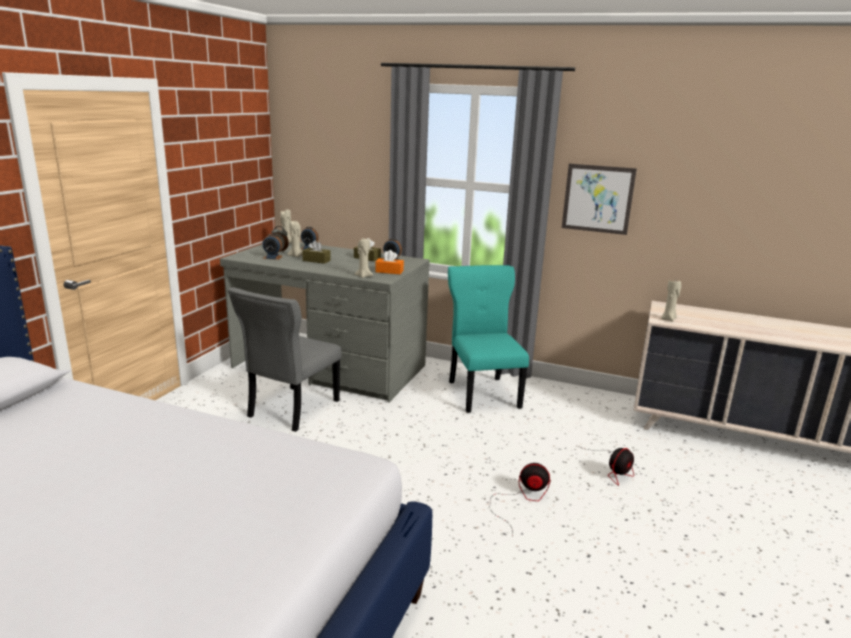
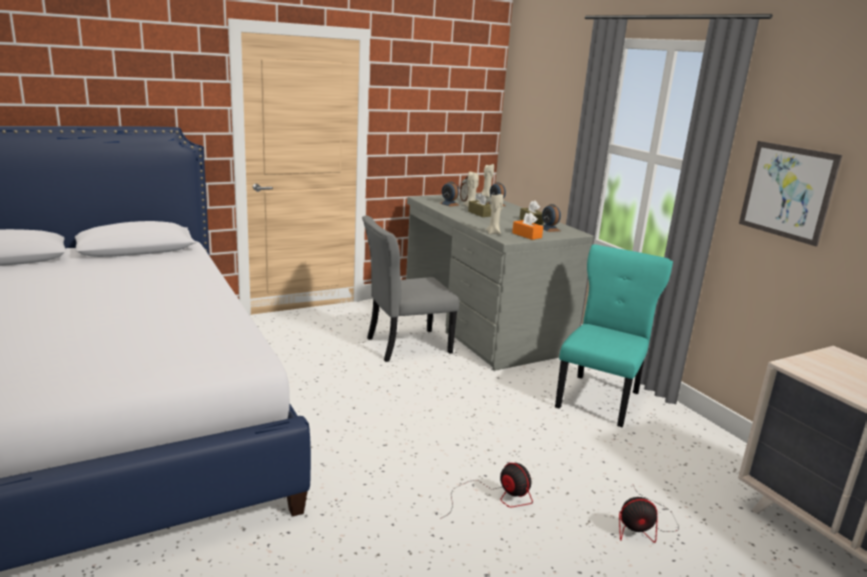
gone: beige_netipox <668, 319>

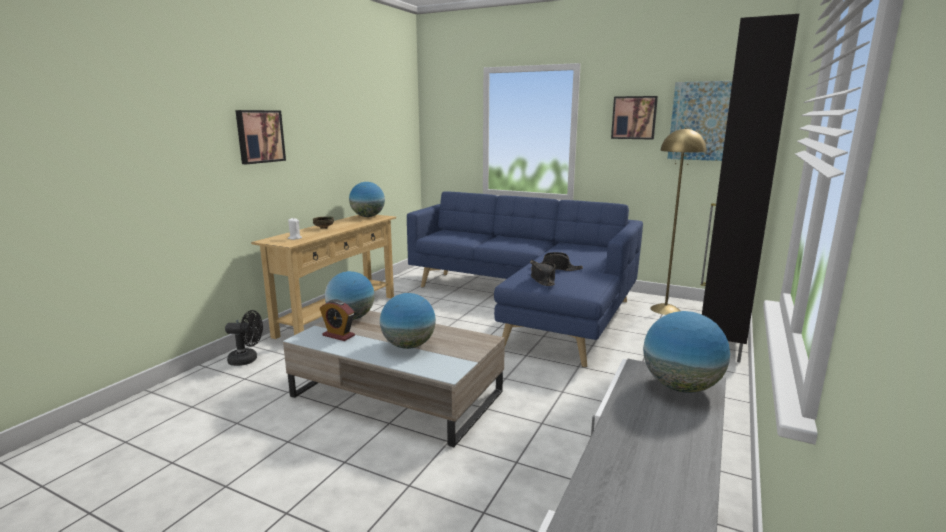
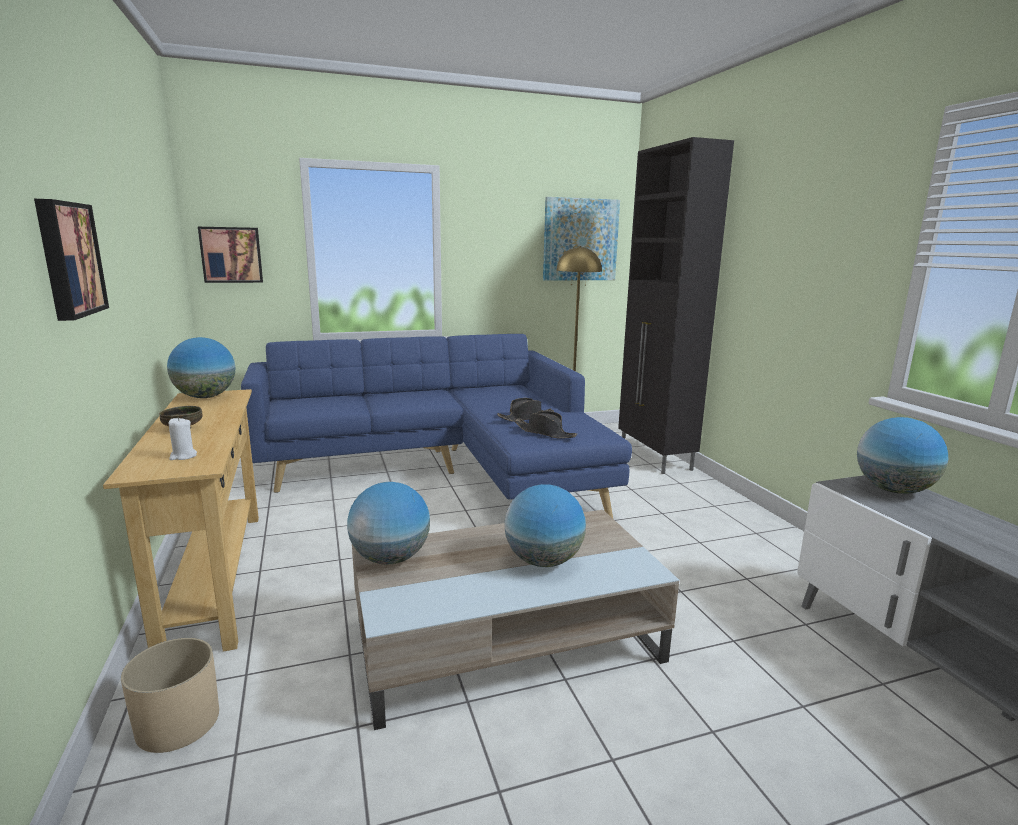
gone: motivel <338, 335>
shifted: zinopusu <634, 117> to <231, 255>
swapped: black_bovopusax <247, 360> to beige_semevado <177, 722>

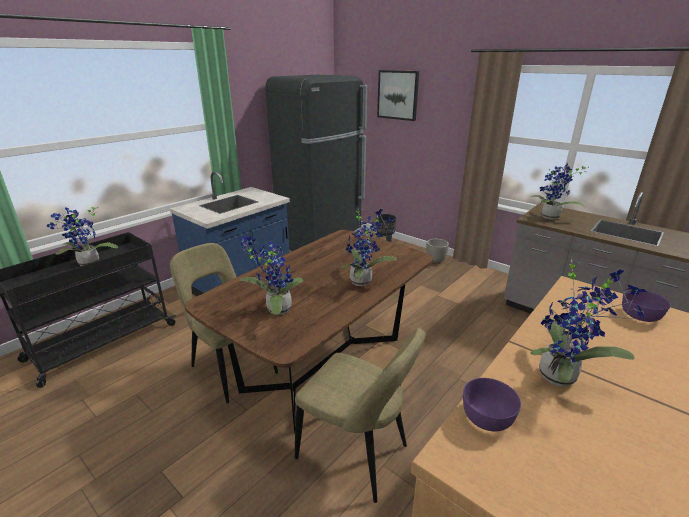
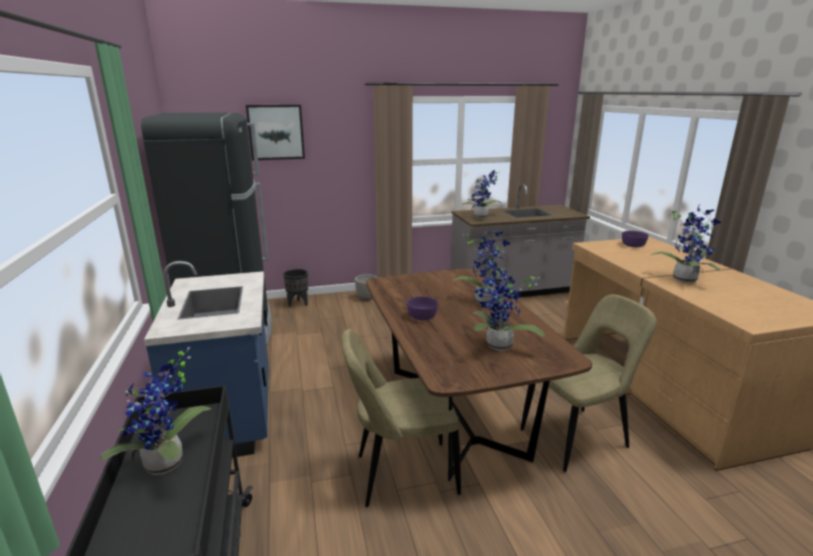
shifted: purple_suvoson <487, 417> to <422, 316>

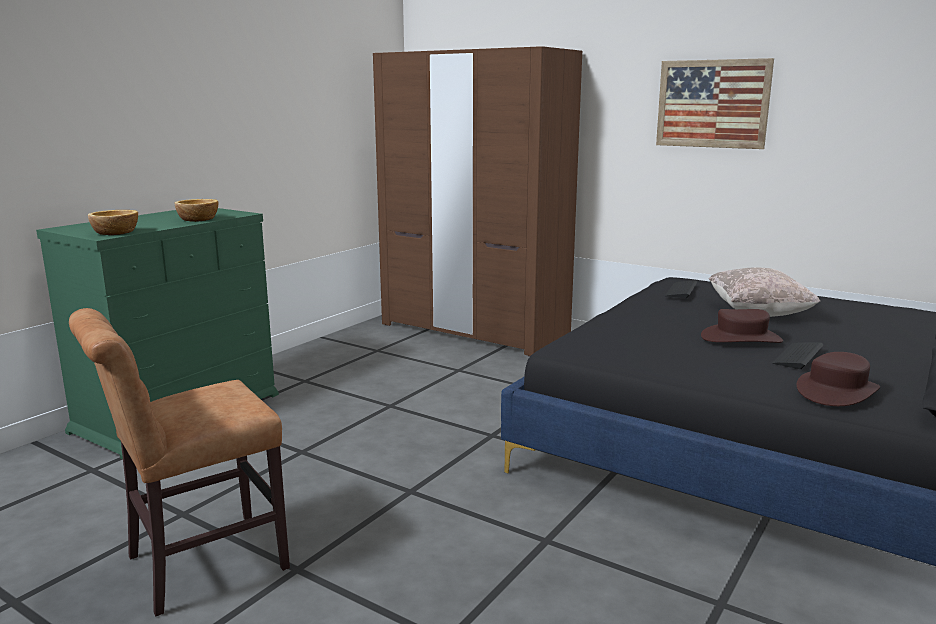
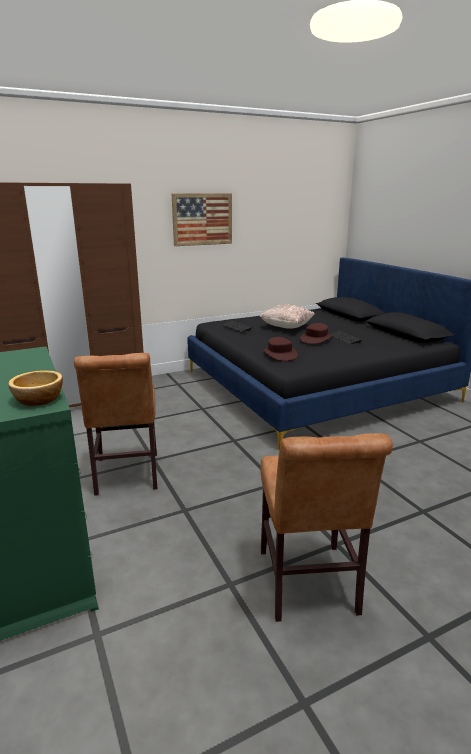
gone: suvoson <198, 219>
new: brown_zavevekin <126, 476>
shifted: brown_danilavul <836, 391> to <279, 354>

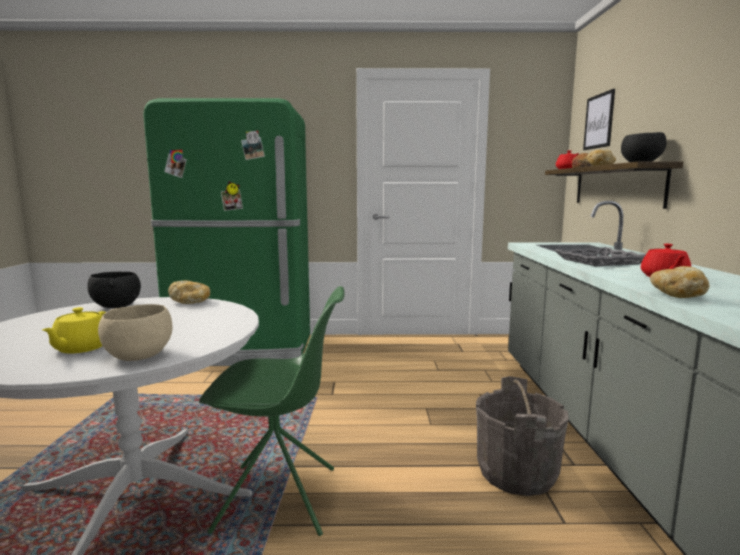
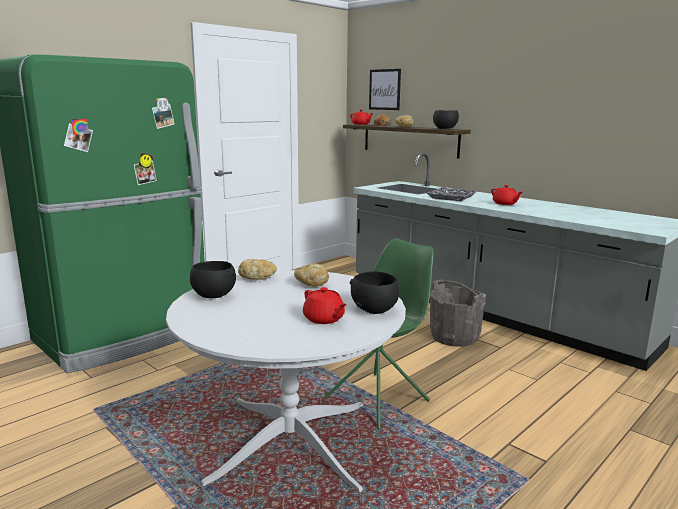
shifted: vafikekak <677, 296> to <311, 284>
repainted: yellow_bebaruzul <81, 348> to red_bebaruzul <324, 319>; beige_suvoson <139, 356> to black_suvoson <375, 310>

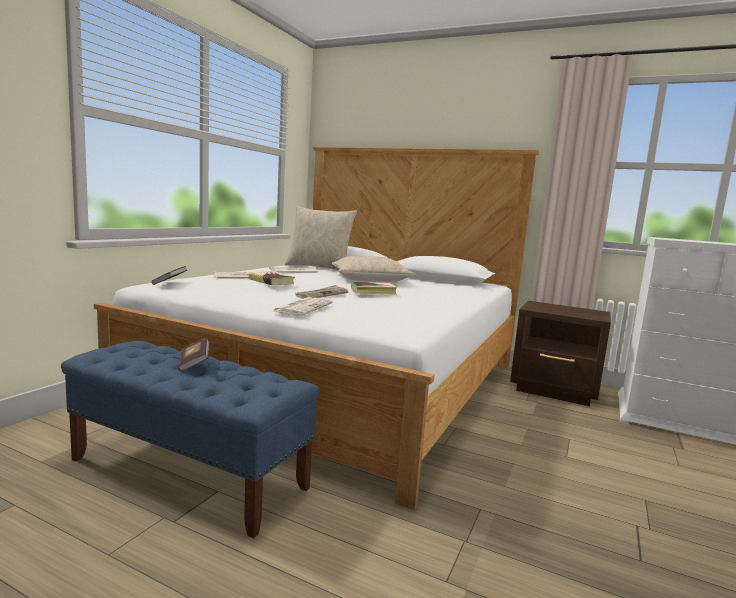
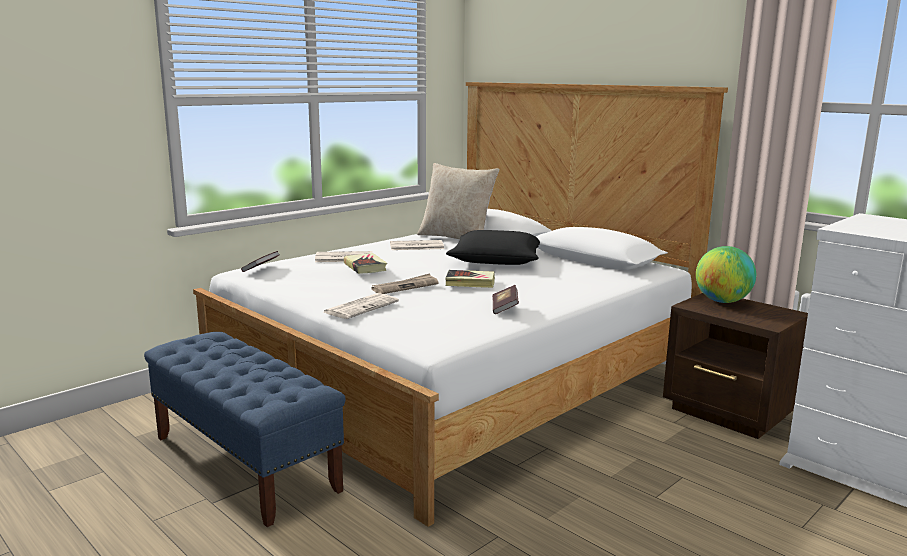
new: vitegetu <722, 301>
shifted: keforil <194, 364> to <504, 308>
repainted: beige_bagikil <369, 280> to black_bagikil <496, 260>

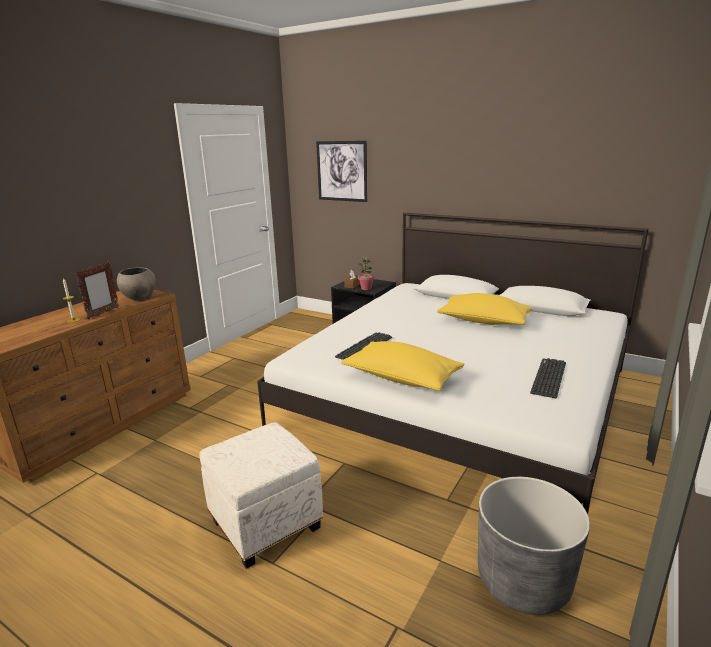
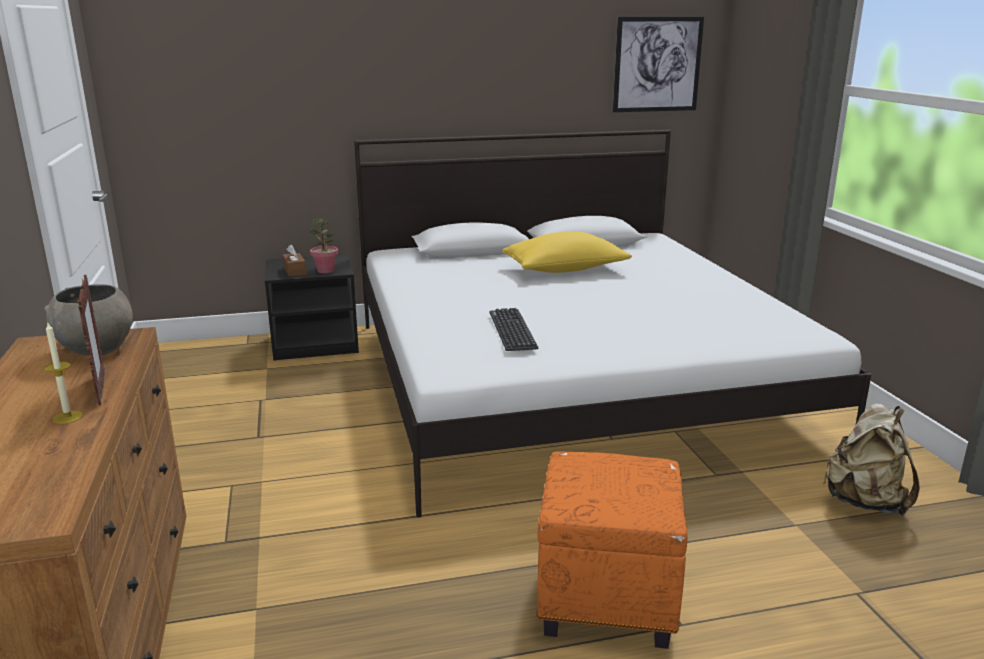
gone: yellow_bagikil <402, 378>; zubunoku <548, 378>
shifted: zinopusu <342, 171> to <657, 64>
swapped: grey_semevado <523, 580> to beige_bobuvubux <864, 501>
repainted: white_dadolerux <265, 525> to orange_dadolerux <607, 600>

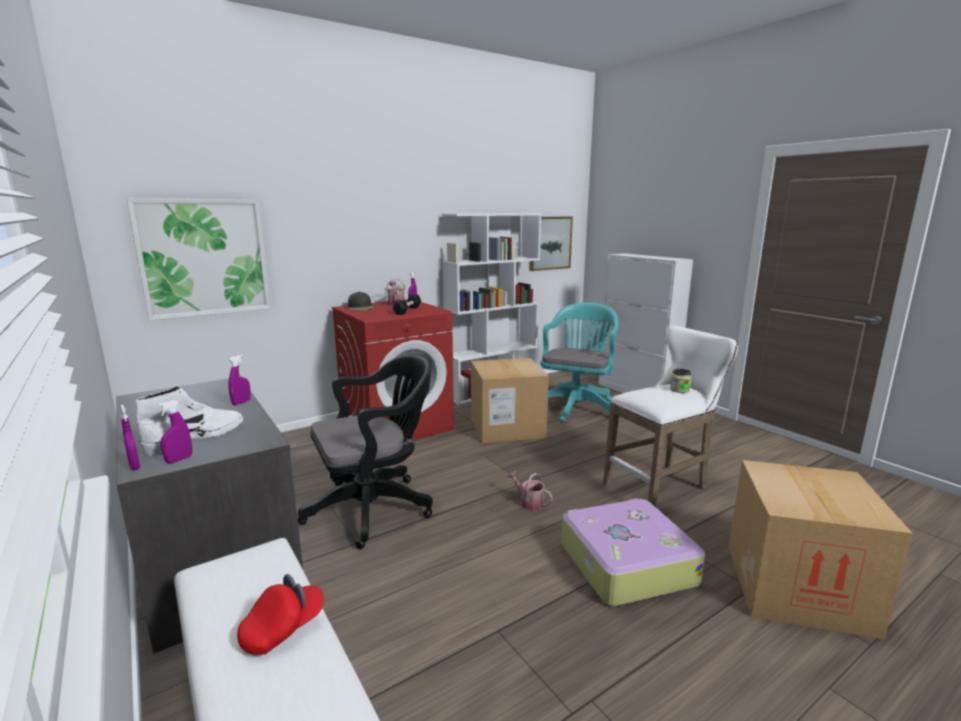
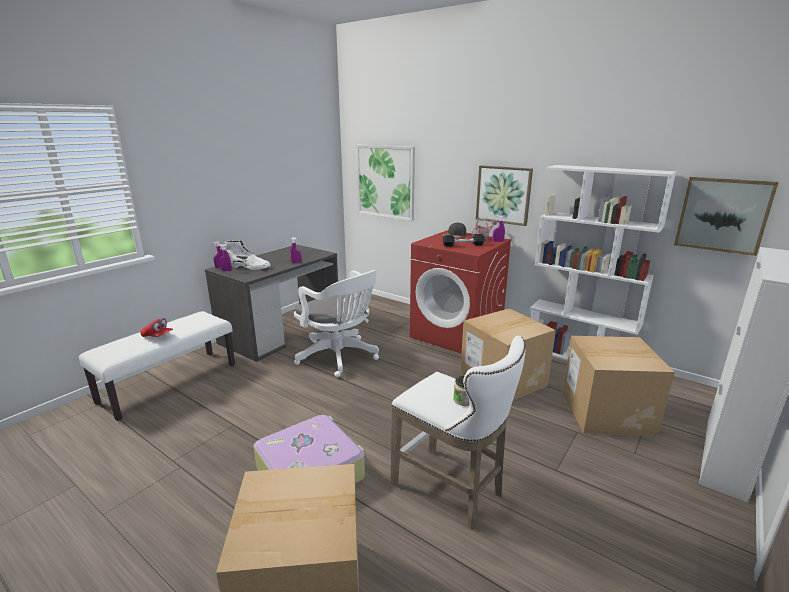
gone: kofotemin <529, 502>
new: zinopusu <503, 195>
swapped: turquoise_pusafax <577, 406> to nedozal <606, 412>
repainted: black_pusafax <375, 507> to white_pusafax <340, 357>

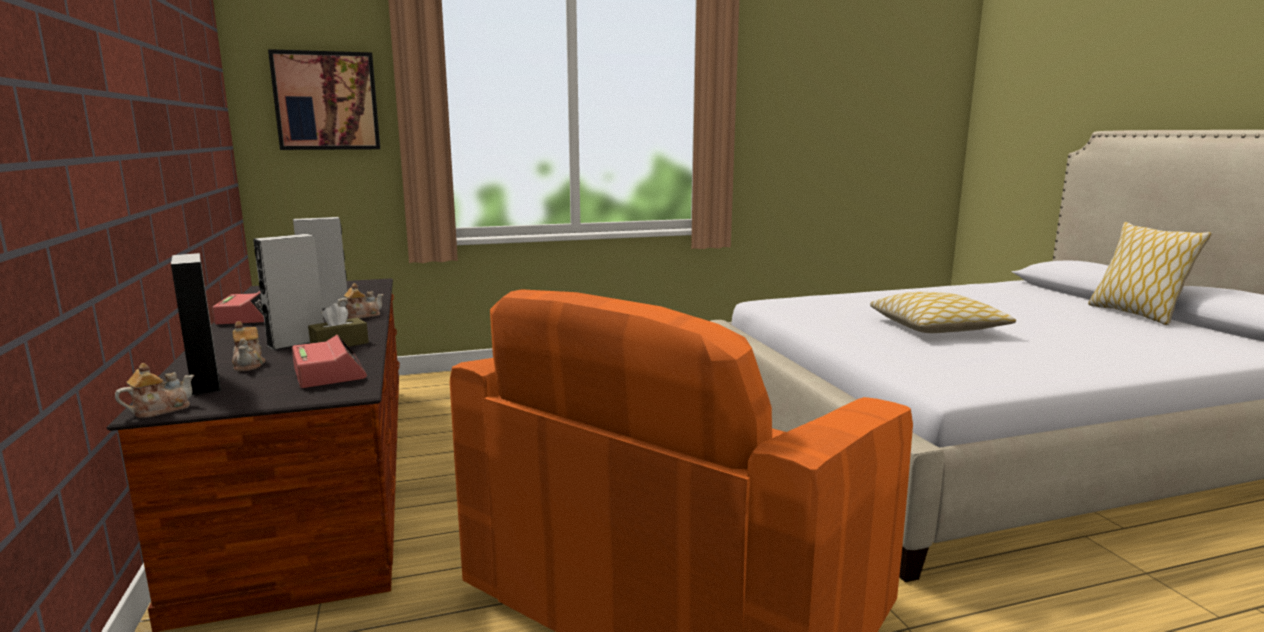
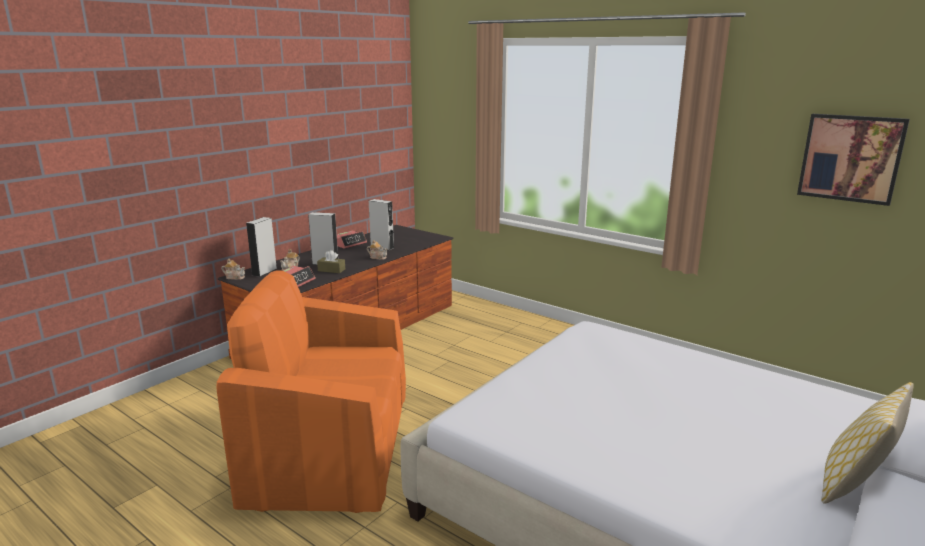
gone: bagikil <937, 328>
shifted: zinopusu <326, 101> to <850, 158>

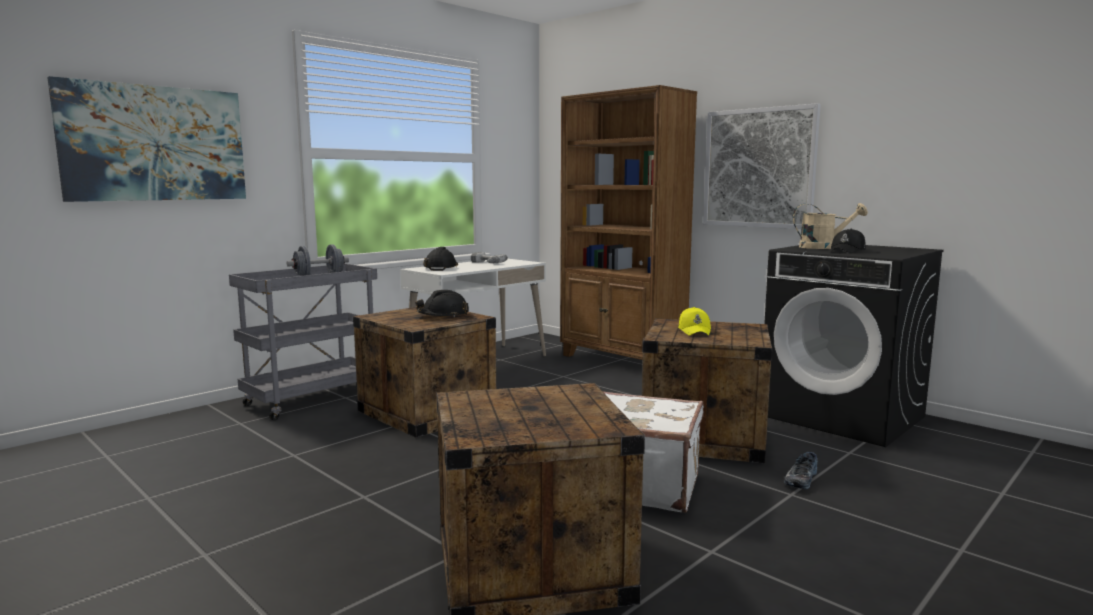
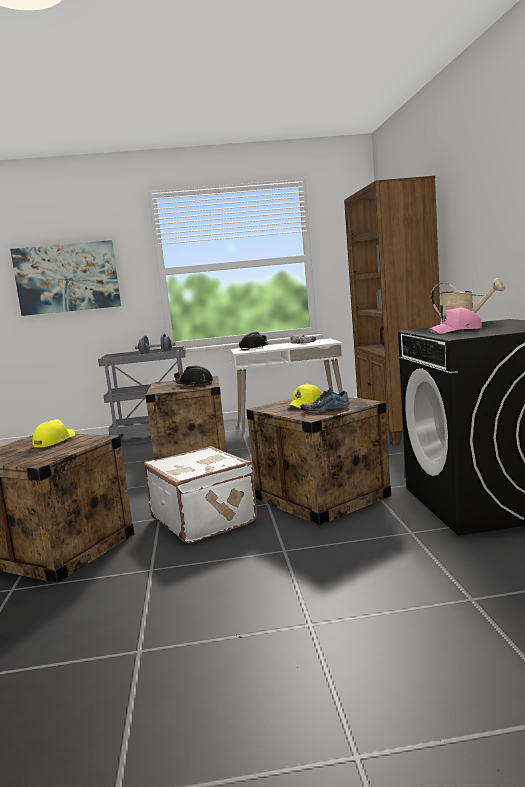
gone: zinopusu <759, 168>
new: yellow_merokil <54, 441>
shifted: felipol <800, 479> to <324, 409>
repainted: black_merokil <848, 251> to pink_merokil <457, 331>

